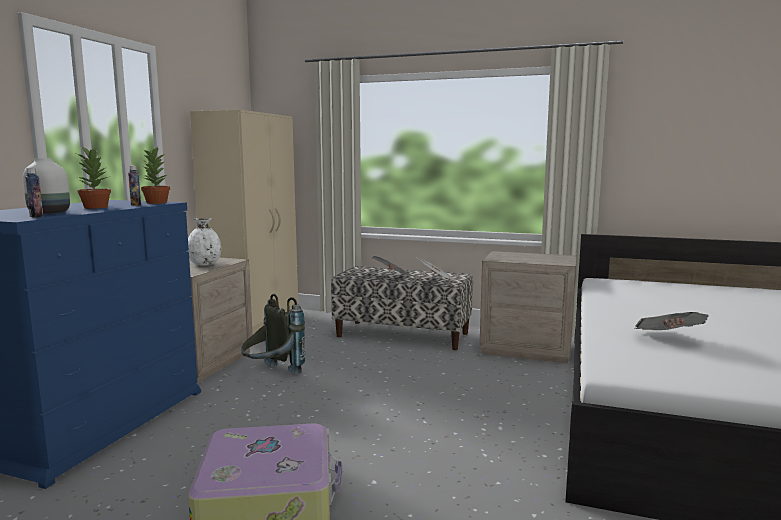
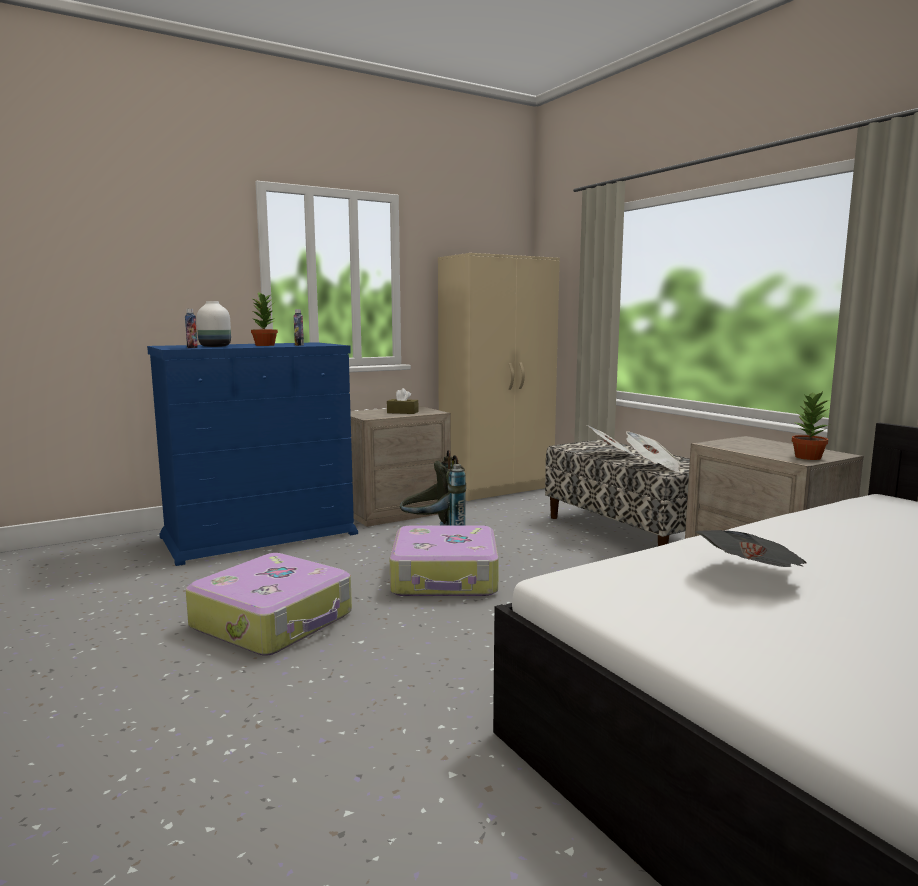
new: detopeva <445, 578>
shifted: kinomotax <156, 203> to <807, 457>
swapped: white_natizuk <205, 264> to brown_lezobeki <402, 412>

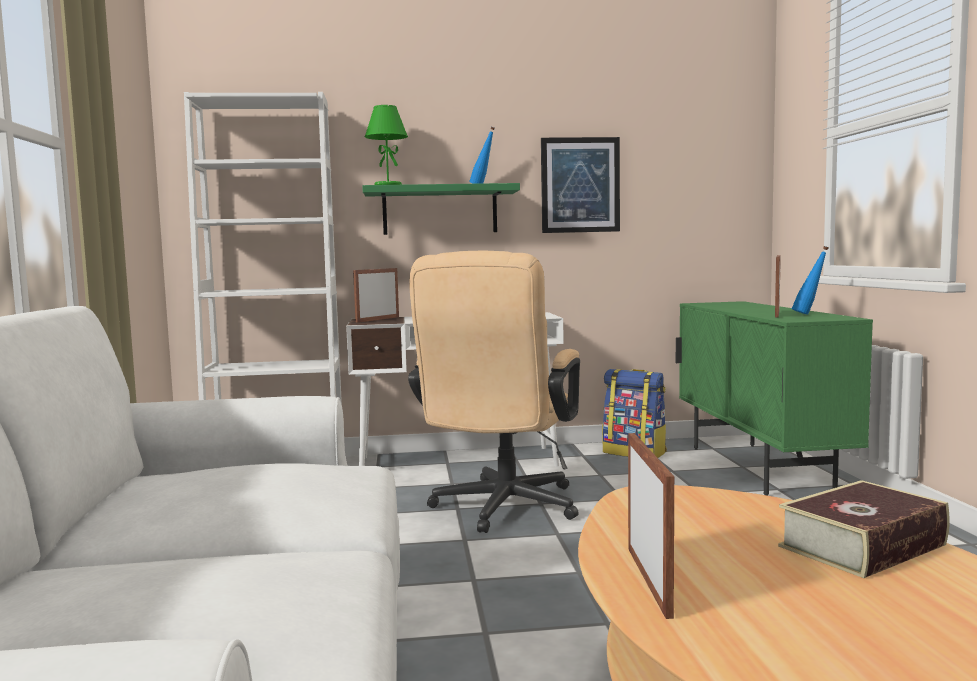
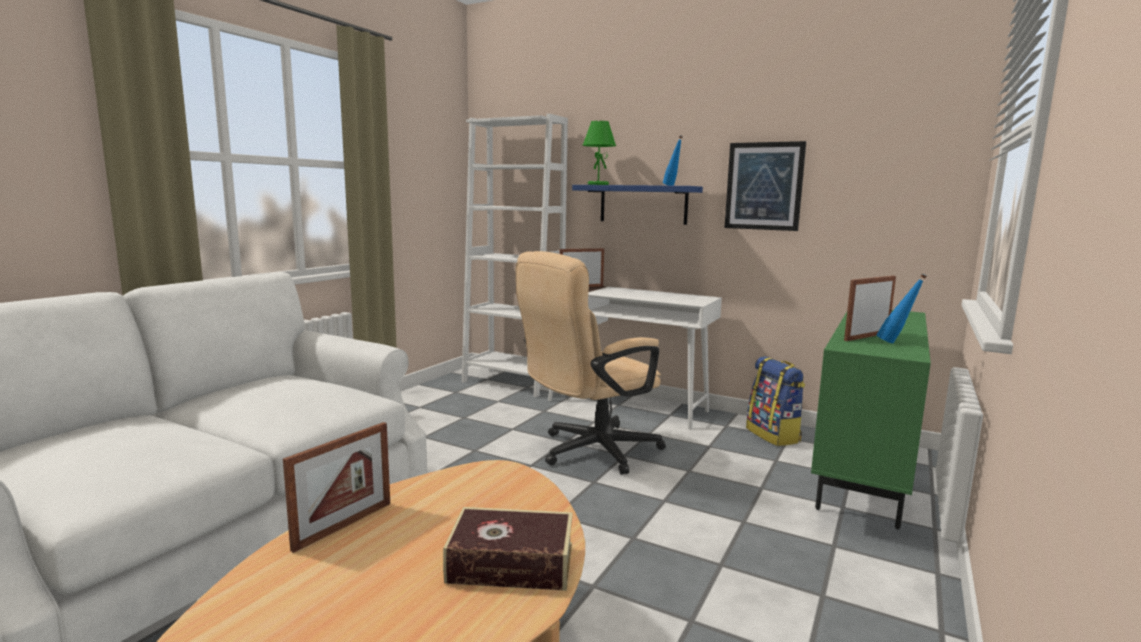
repainted: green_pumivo <440, 211> to blue_pumivo <643, 204>

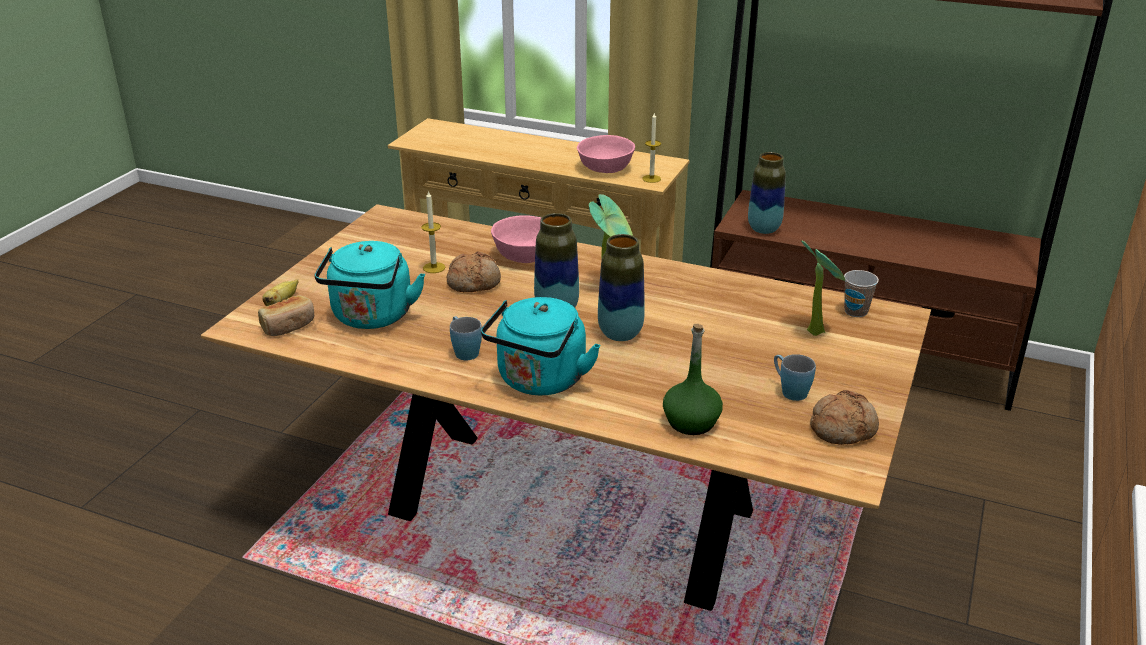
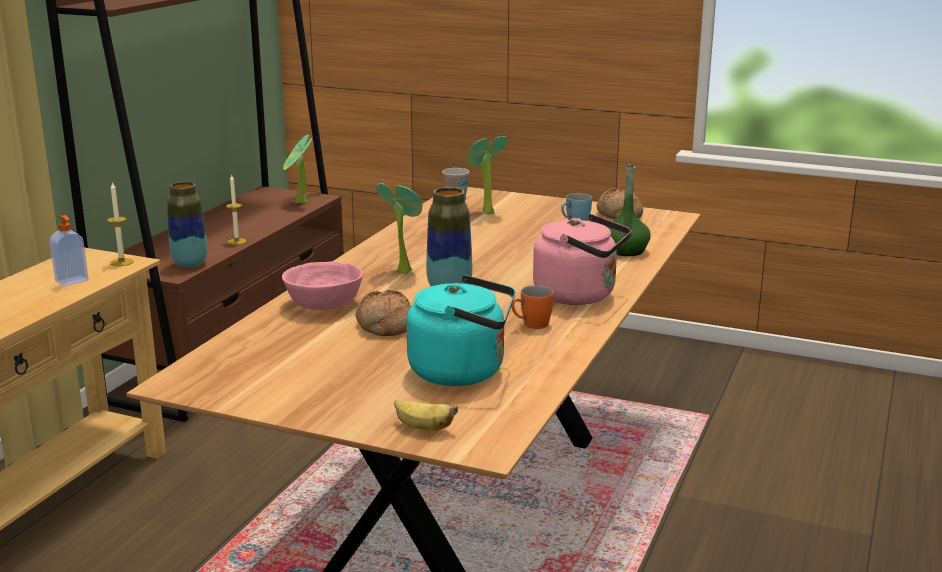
gone: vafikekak <288, 326>; natizuk <620, 334>
new: kinomotax <299, 203>
shifted: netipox <434, 267> to <237, 241>
swapped: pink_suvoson <605, 168> to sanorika <72, 281>
repainted: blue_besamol <464, 351> to orange_besamol <531, 325>; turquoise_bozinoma <540, 381> to pink_bozinoma <580, 295>

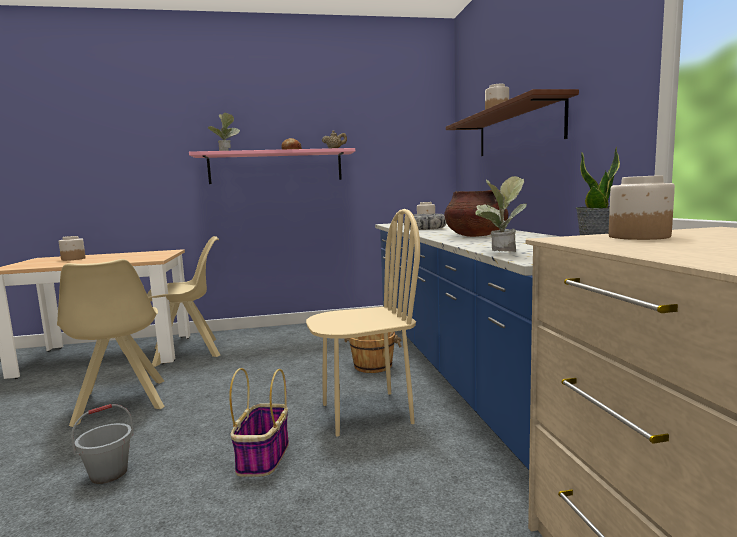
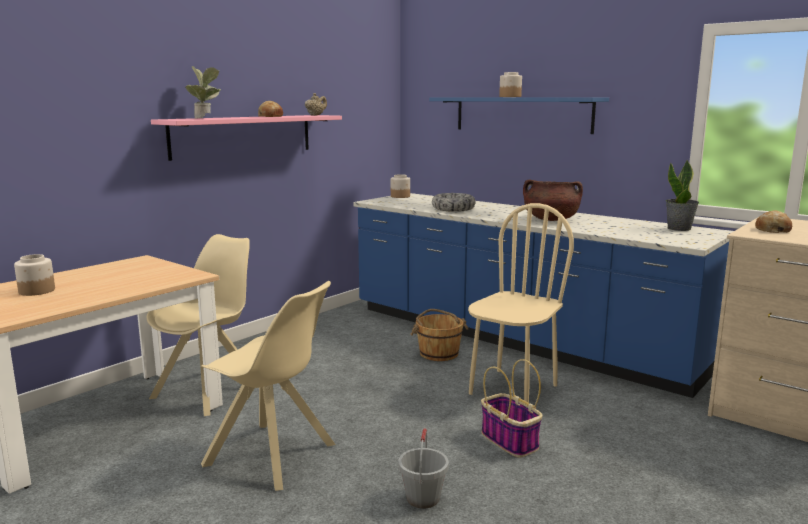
gone: kinomotax <499, 253>
swapped: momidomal <638, 237> to vafikekak <772, 230>
repainted: brown_pumivo <517, 130> to blue_pumivo <522, 114>

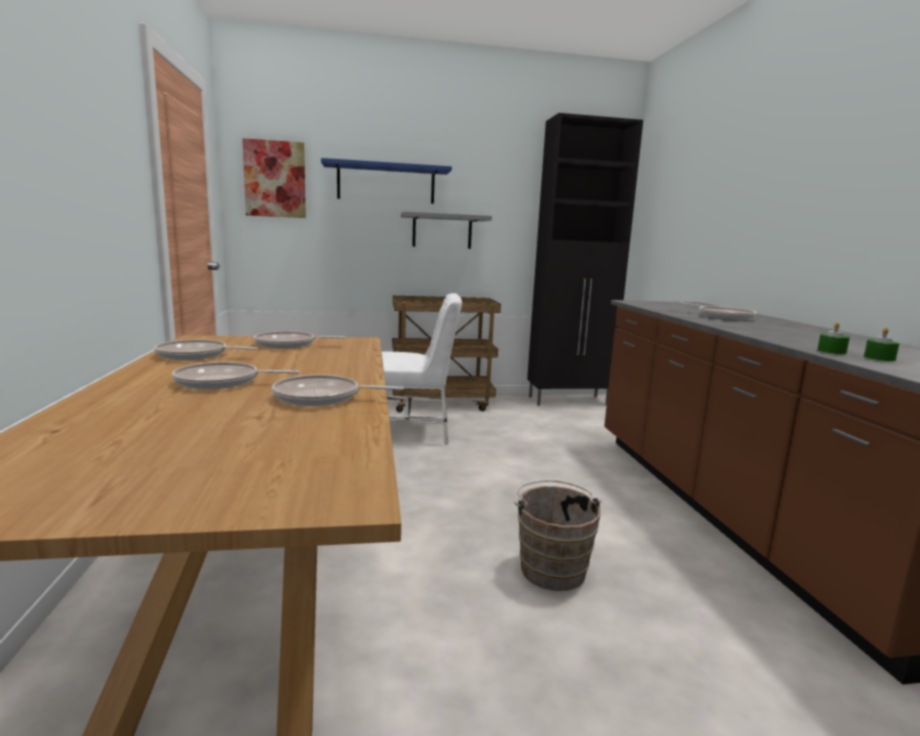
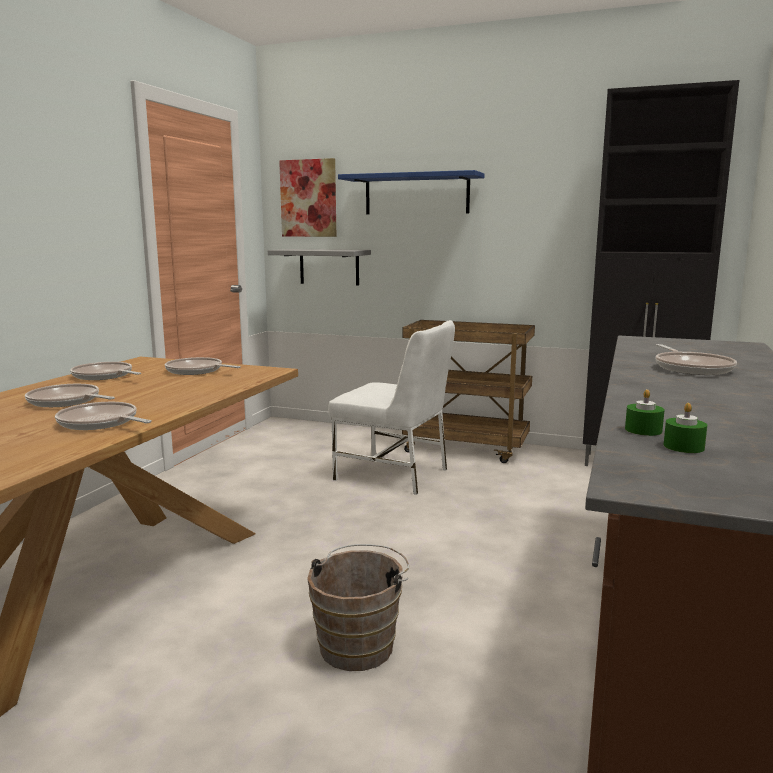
shifted: grey_pumivo <442, 231> to <329, 267>

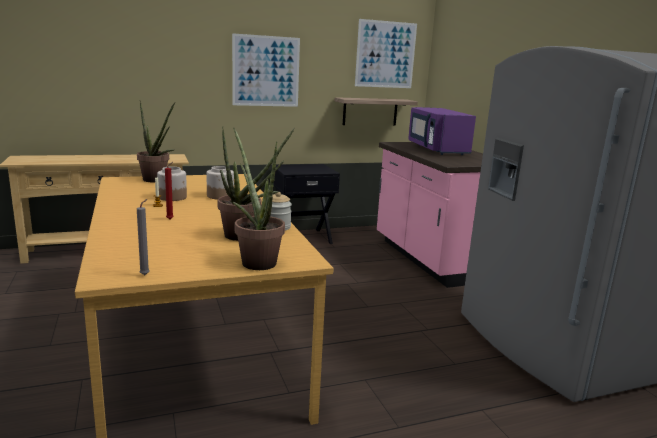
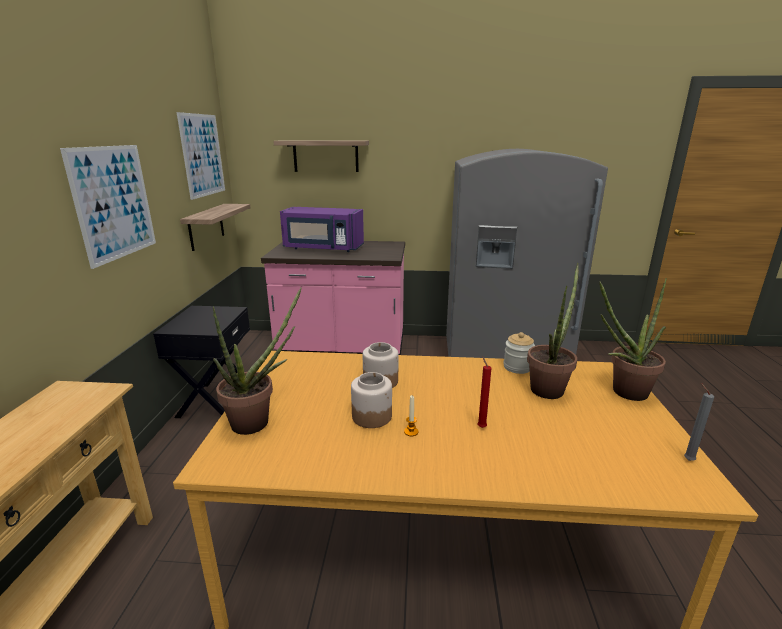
new: pumivo <325, 156>

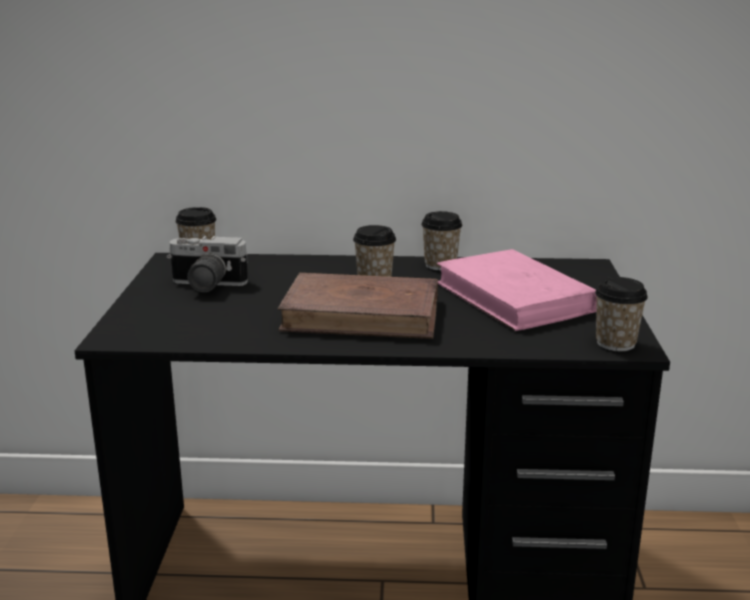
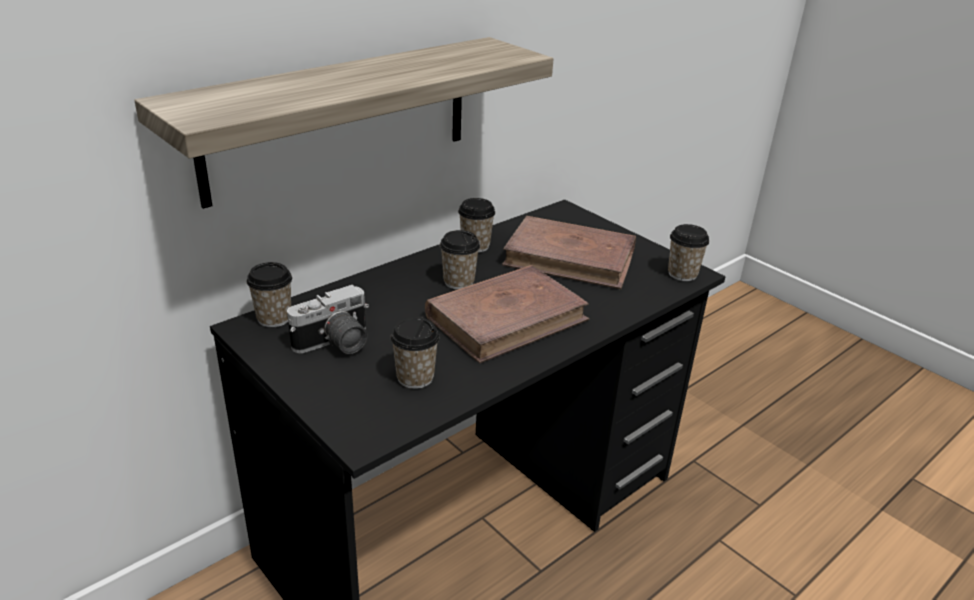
new: pumivo <340, 118>; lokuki <415, 377>
repainted: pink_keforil <514, 297> to brown_keforil <570, 258>

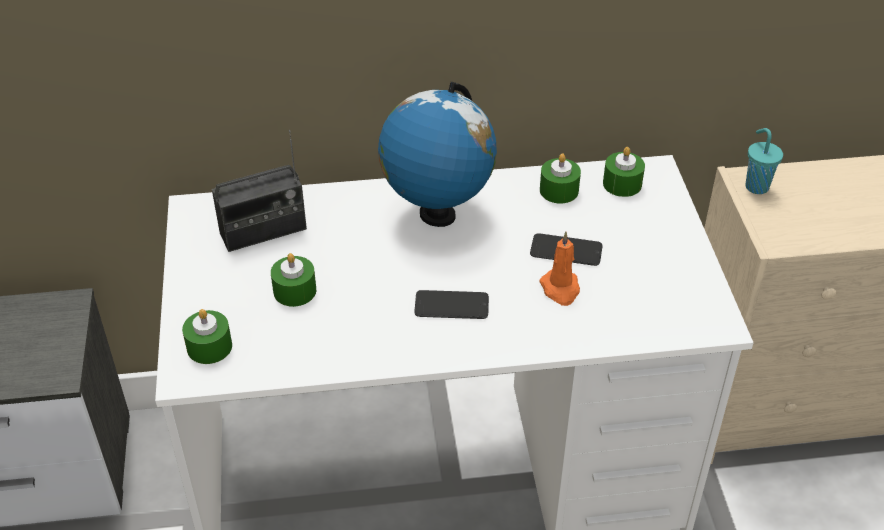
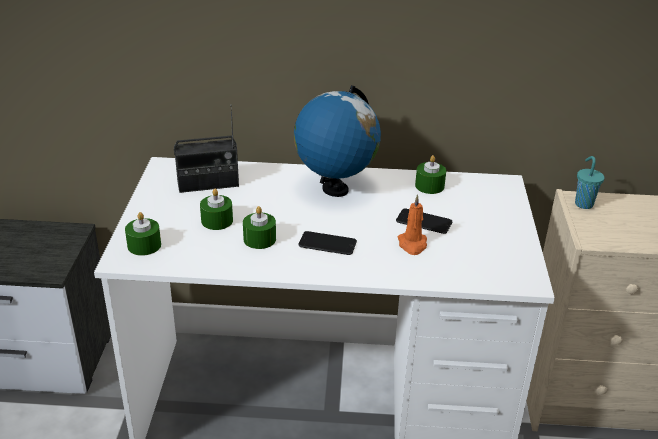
shifted: green_netipox <622, 184> to <259, 239>

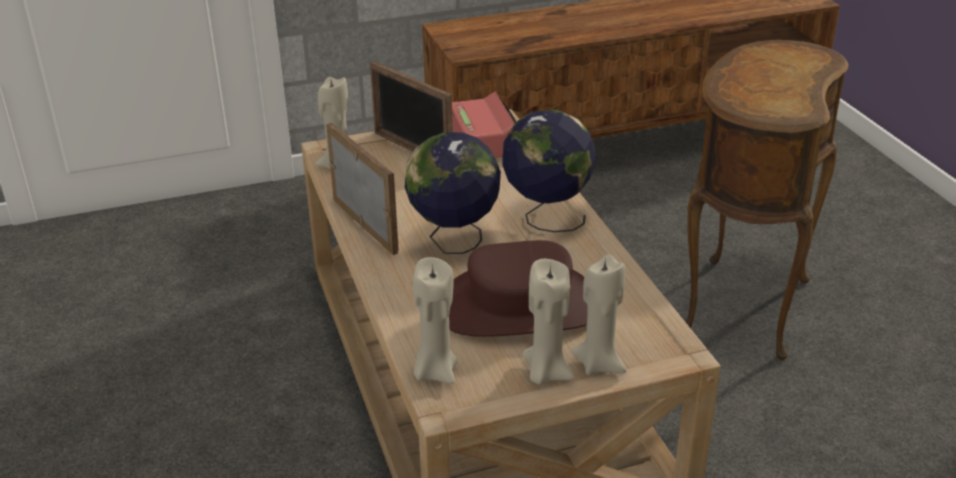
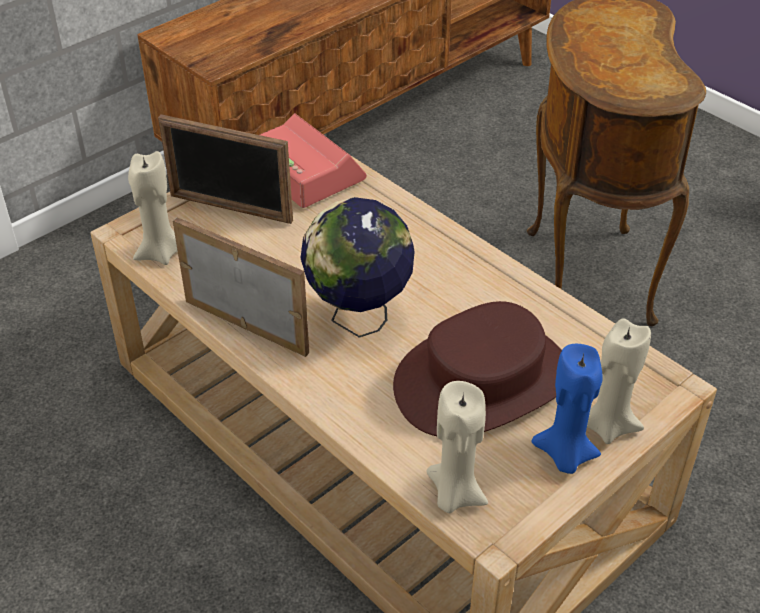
gone: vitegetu <546, 218>
repainted: beige_netipox <545, 373> to blue_netipox <565, 455>

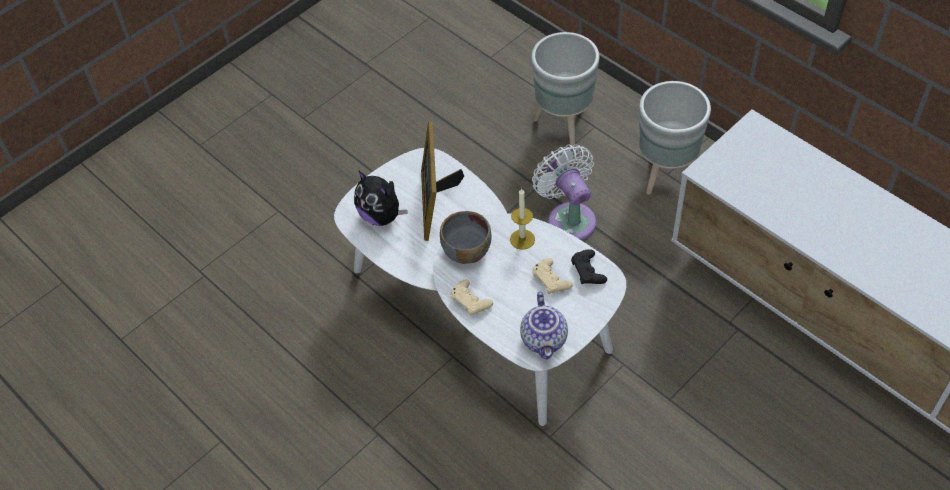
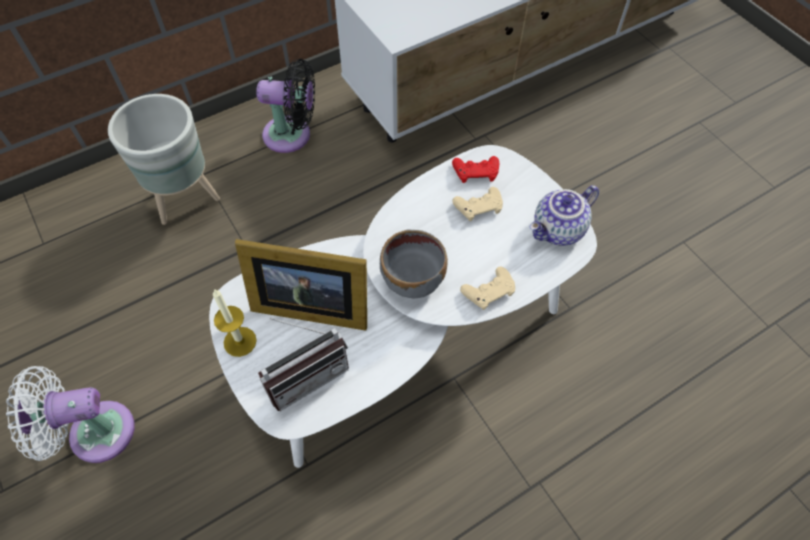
shifted: netipox <522, 239> to <240, 341>; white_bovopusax <569, 218> to <94, 433>
swapped: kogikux <381, 215> to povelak <305, 374>; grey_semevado <666, 174> to black_bovopusax <292, 135>
repainted: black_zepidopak <588, 271> to red_zepidopak <476, 172>
rotated: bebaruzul <545, 340> = <558, 231> 135 degrees clockwise

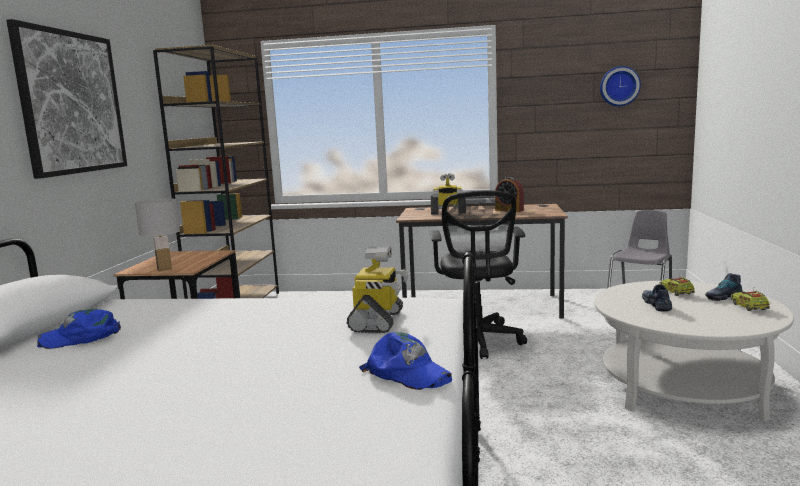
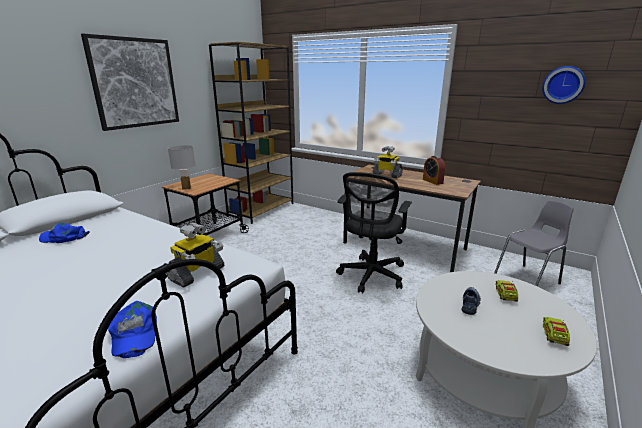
gone: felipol <722, 296>

